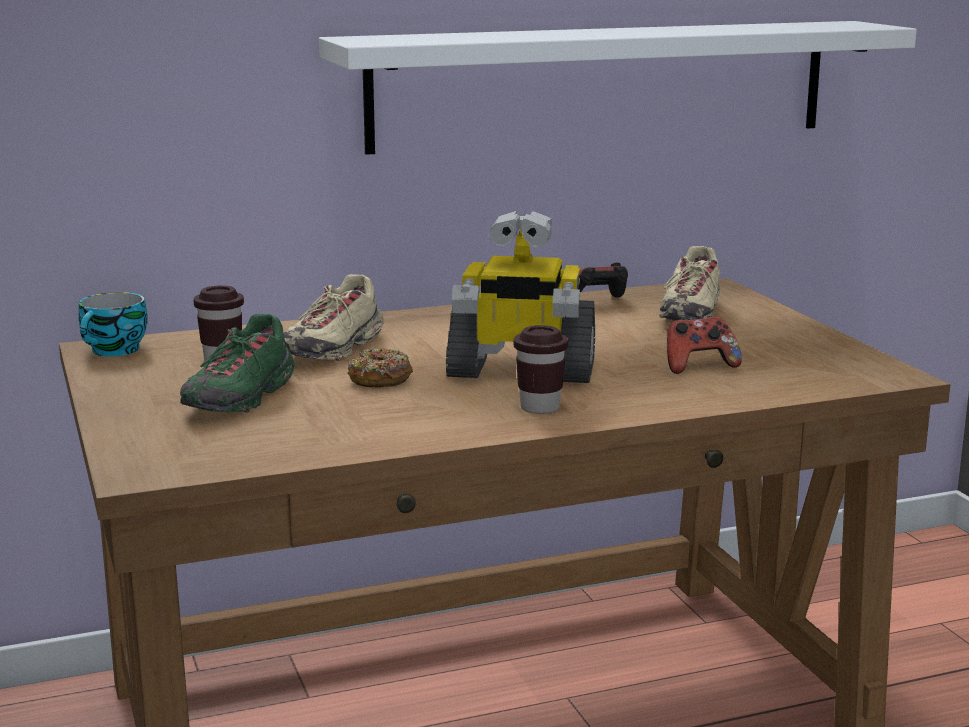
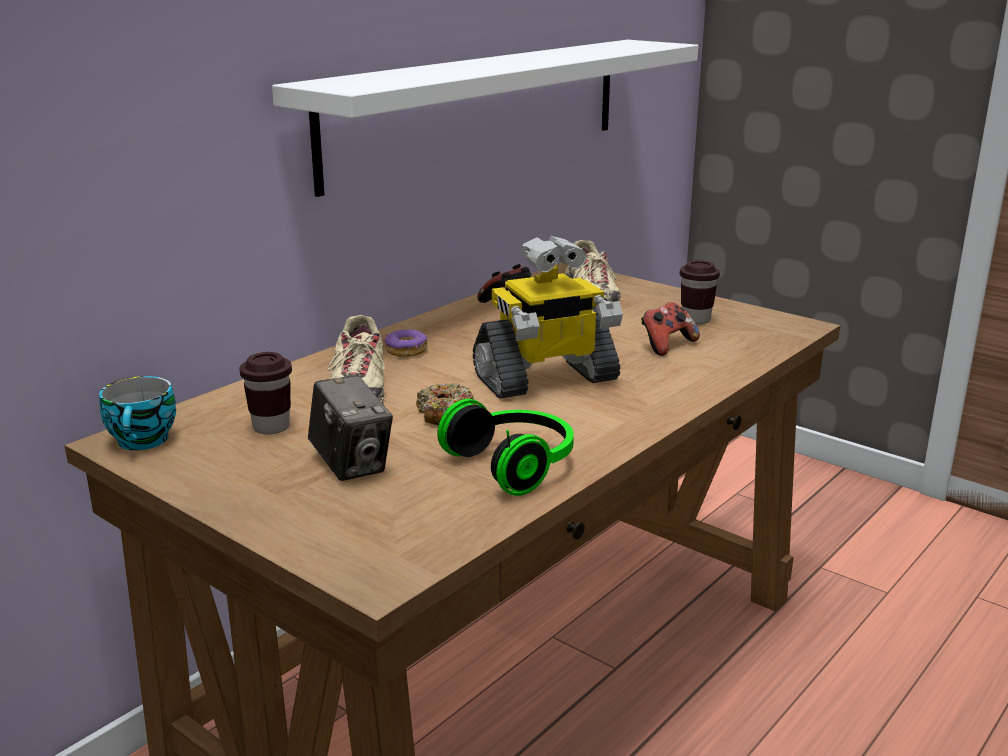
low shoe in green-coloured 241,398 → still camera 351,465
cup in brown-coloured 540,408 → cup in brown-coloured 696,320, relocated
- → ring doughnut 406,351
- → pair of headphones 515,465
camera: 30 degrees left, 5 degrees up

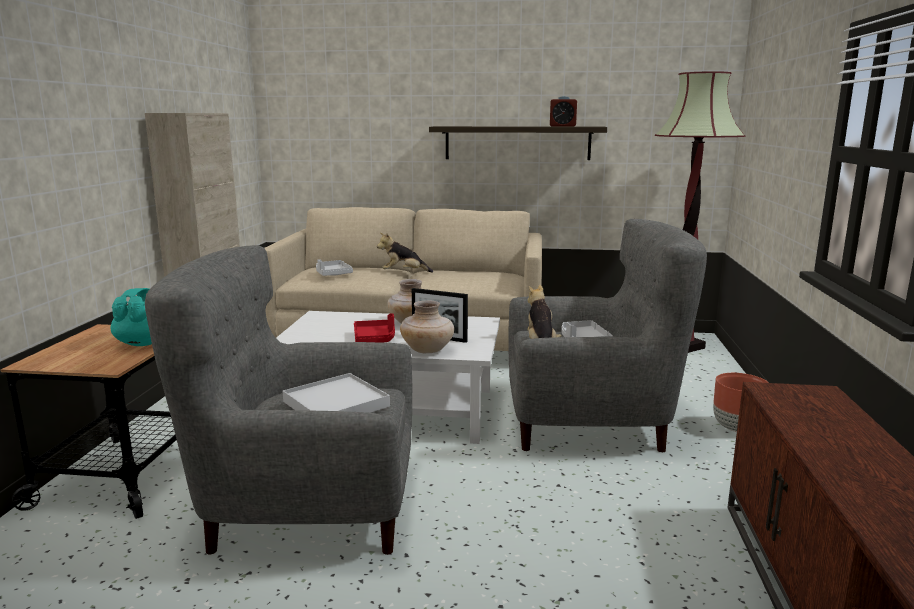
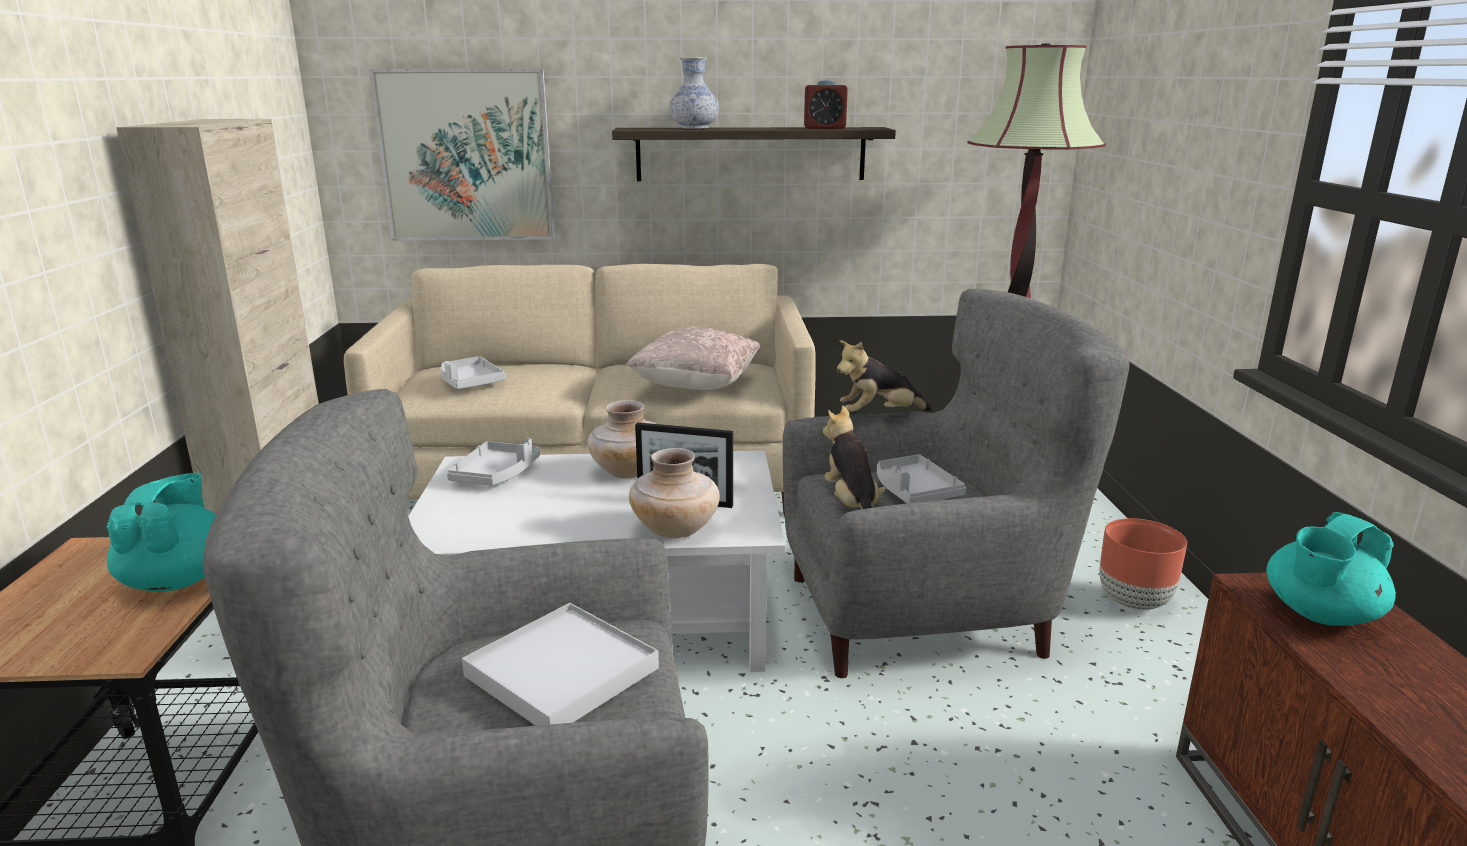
cuddly toy 403,273 → cuddly toy 879,415, relocated
carrying tray in red-coloured 375,339 → -
- → vase 694,128
- → wall art 466,156
- → pillow in beige 696,386
- → carrying tray in greyish 496,475
- → tea pot in blue-green 1319,614
camera: 10 degrees left, 5 degrees up

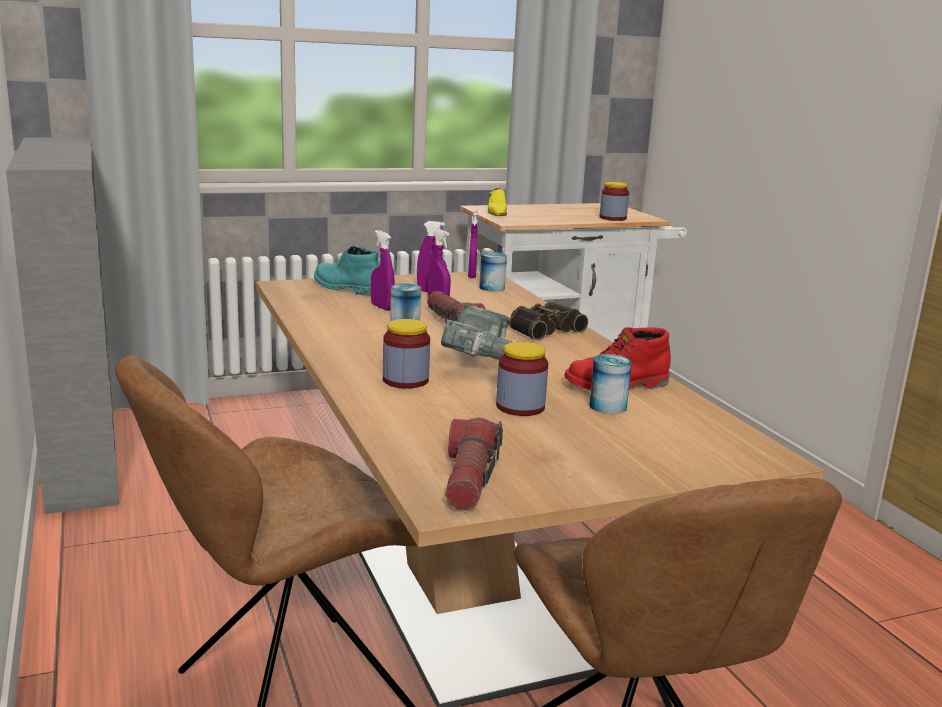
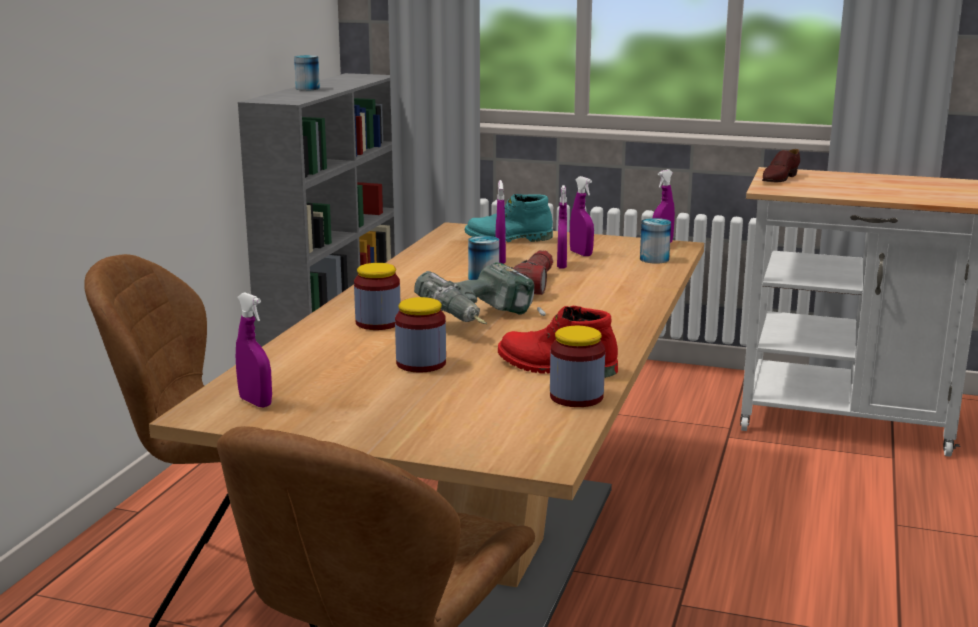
jar 612,218 → jar 576,397, relocated
low shoe in yellowish 496,213 → low shoe in brown-coloured 779,179
boot in blue-green 346,288 → boot in blue-green 508,239, 75 degrees counterclockwise
field glasses 543,329 → -
can 608,407 → can 307,88, relocated
torch 470,479 → hand sprayer in purple-coloured 255,402
camera: 40 degrees right, 0 degrees up

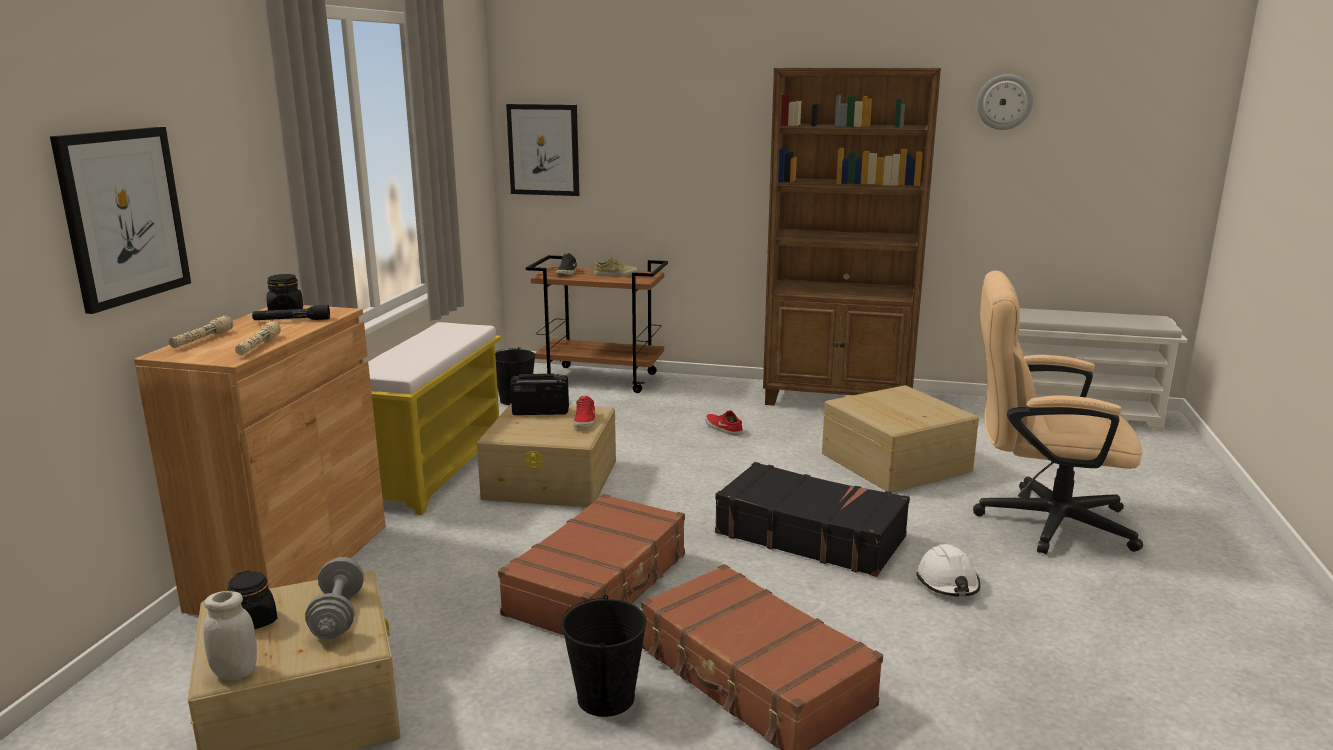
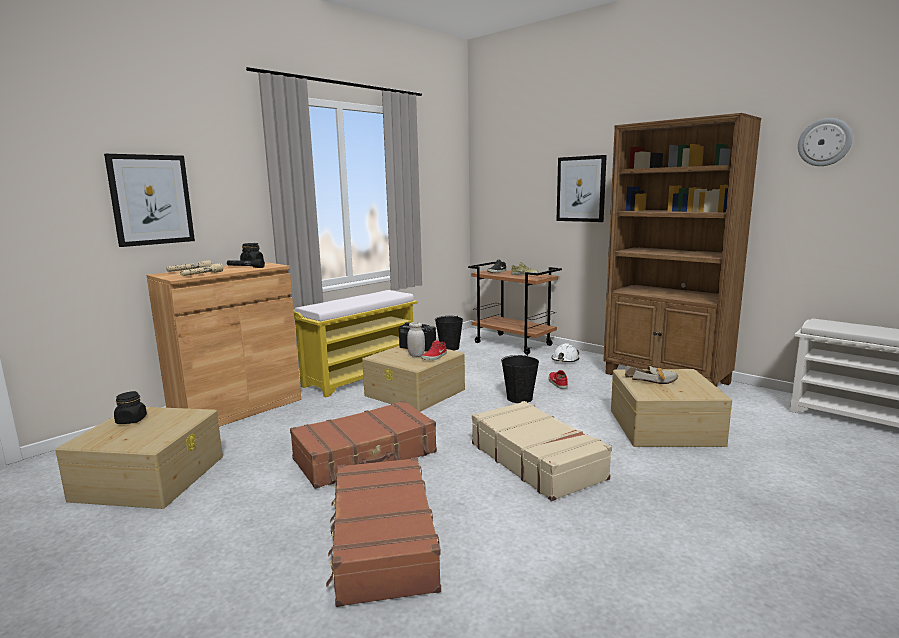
wall art 543,150 → wall art 581,189, relocated
desk chair in beige 1039,520 → -
travel case in black-coloured 810,535 → travel case in beige 537,460
work helmet in whitish 948,583 → work helmet in whitish 565,360, relocated
dumbbell in greyish 338,615 → -
jar in whitish 235,672 → jar in whitish 416,355, relocated
water bucket in black-coloured 606,697 → water bucket in black-coloured 520,398, relocated
- → low shoe 654,381
camera: 30 degrees right, 5 degrees down

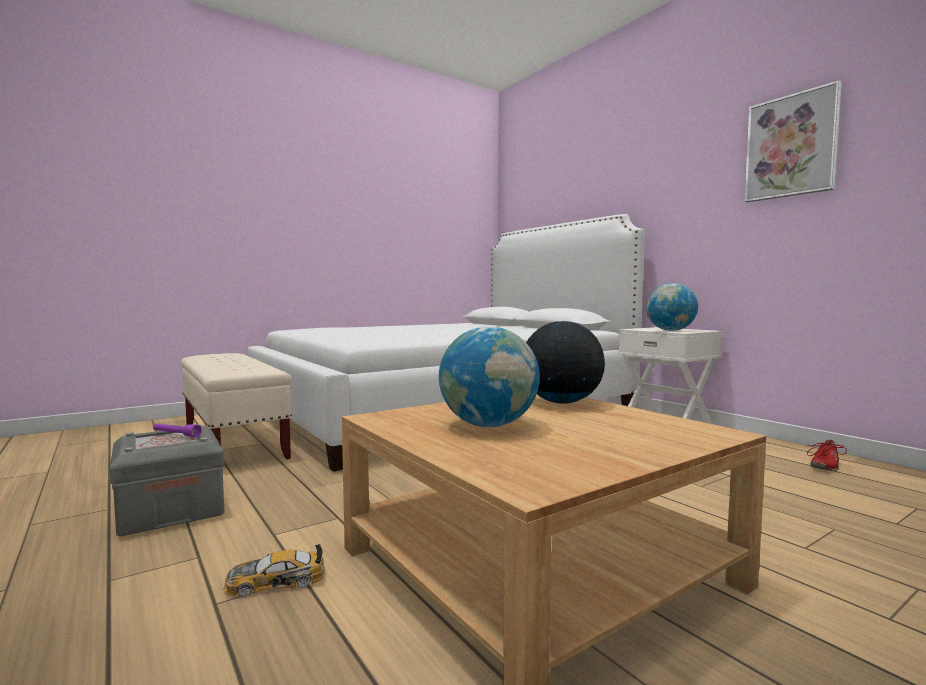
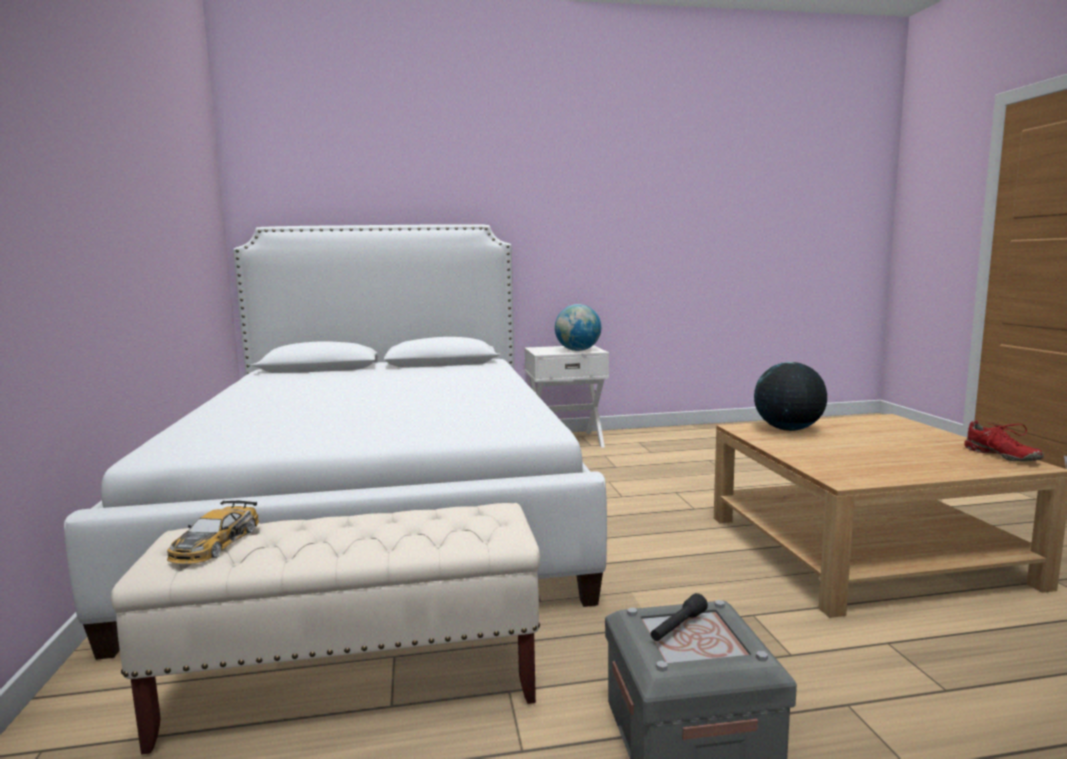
wall art 791,146 → -
globe 488,425 → -
torch in purple-coloured 176,435 → torch in black-coloured 678,627
low shoe in red-coloured 824,465 → low shoe in red-coloured 1001,456, relocated
toy car 276,581 → toy car 215,543, relocated
camera: 65 degrees left, 5 degrees up

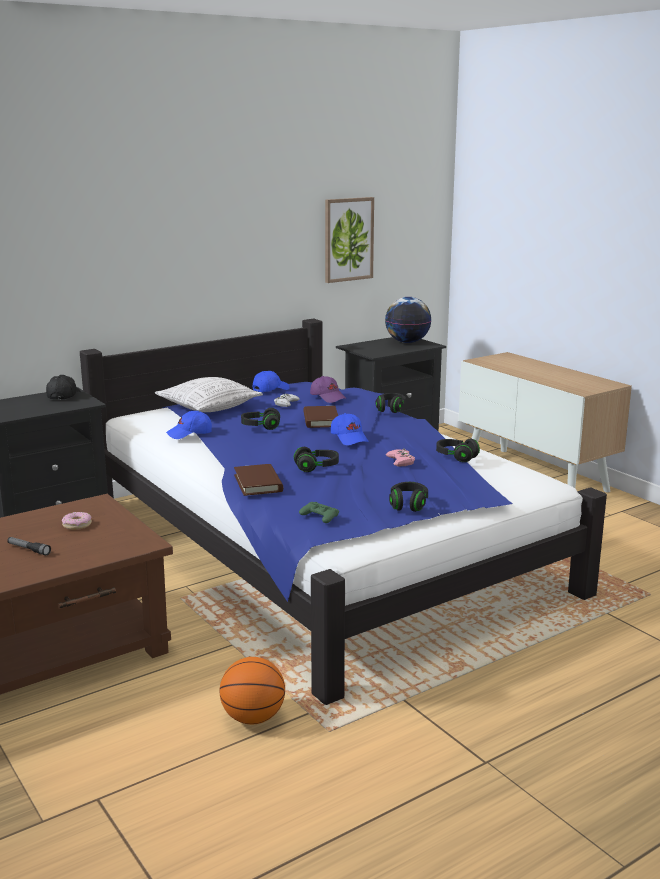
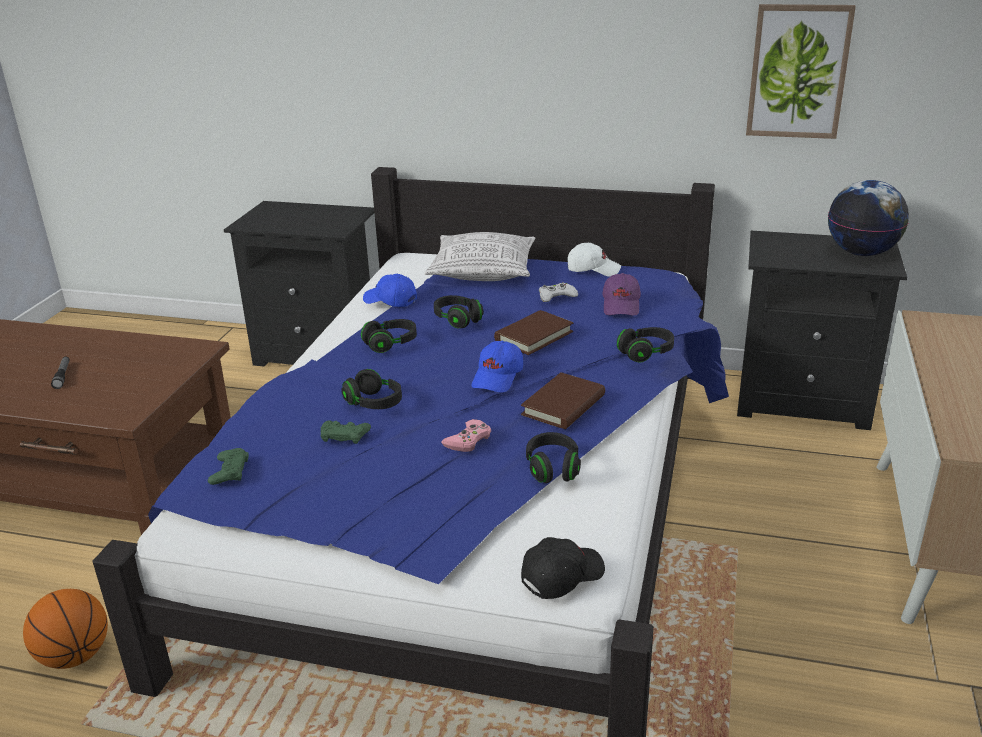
cap in bluish 270,389 → cap in whitish 593,269
cap in black-coloured 63,395 → cap in black-coloured 562,576, relocated
book in brown-coloured 258,483 → book in brown-coloured 563,405, relocated
pair of headphones in black-coloured 408,505 → pair of headphones in black-coloured 391,344, relocated
ring doughnut 77,525 → -
- → game controller in green-coloured 344,435
camera: 50 degrees right, 10 degrees up

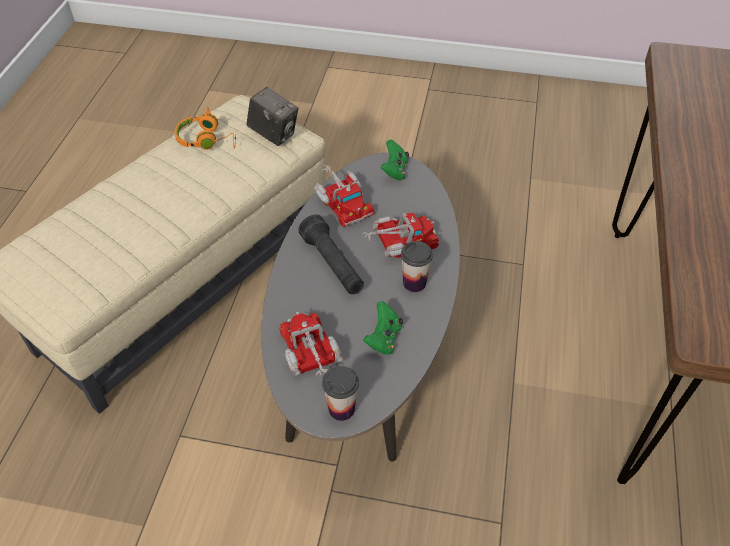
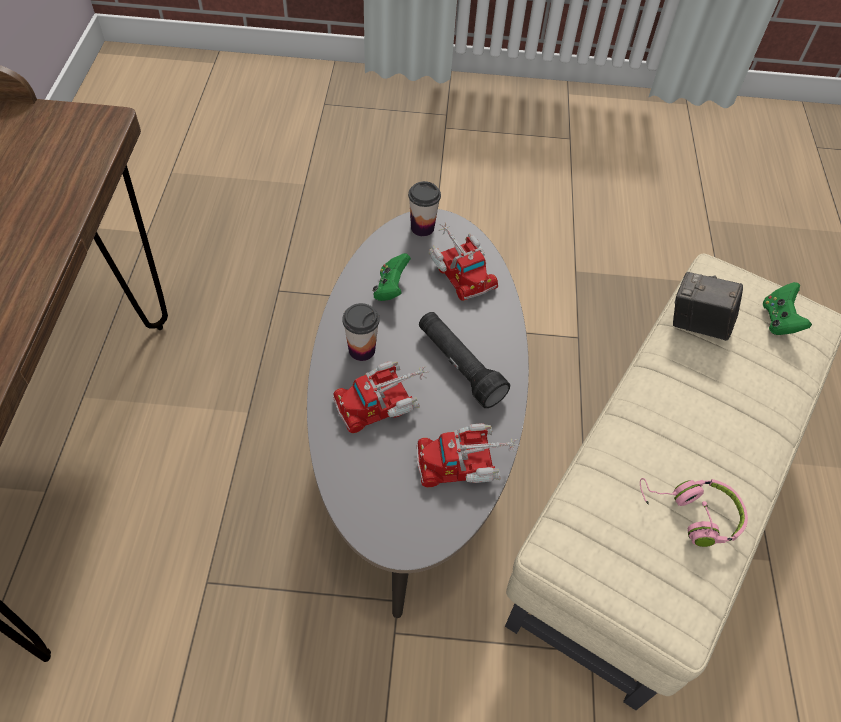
still camera 274,134 → still camera 697,324, relocated
pair of headphones in orange-coloured 207,140 → pair of headphones in pink-coloured 691,514
game controller in green-coloured 395,170 → game controller in green-coloured 779,320, relocated
model truck 342,201 → model truck 466,462, 60 degrees counterclockwise
camera: 170 degrees right, 5 degrees up

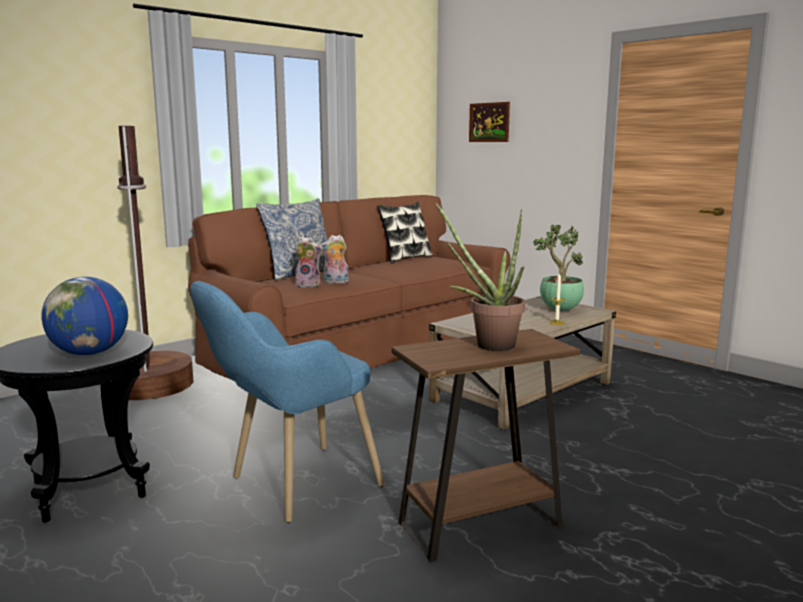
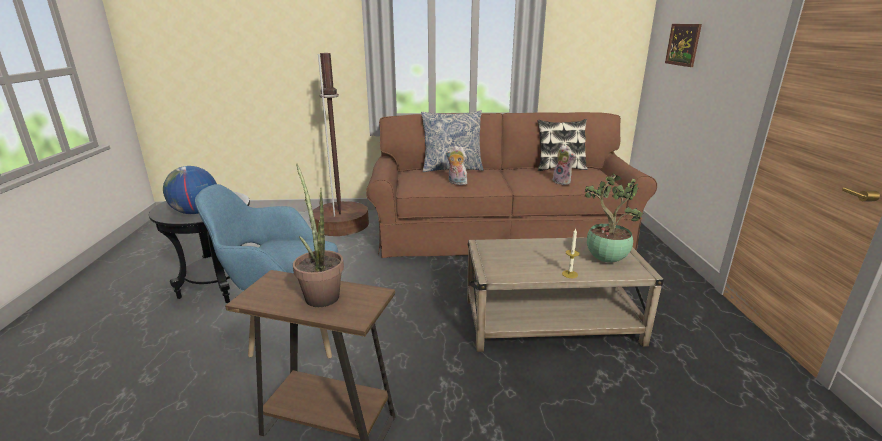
cuddly toy 309,285 → cuddly toy 562,182, relocated
camera: 40 degrees right, 10 degrees up

